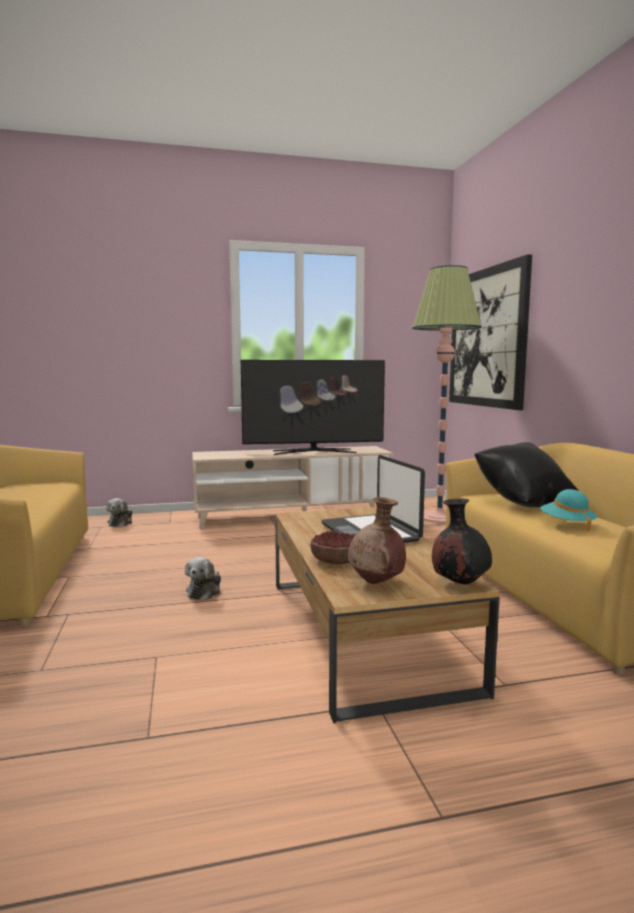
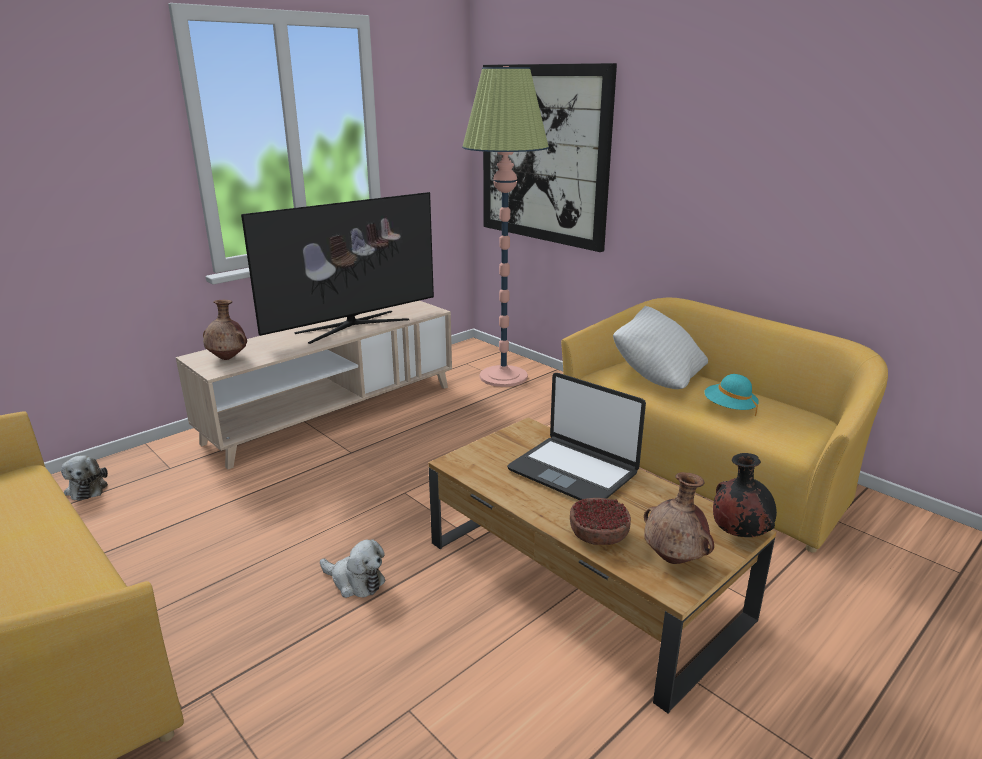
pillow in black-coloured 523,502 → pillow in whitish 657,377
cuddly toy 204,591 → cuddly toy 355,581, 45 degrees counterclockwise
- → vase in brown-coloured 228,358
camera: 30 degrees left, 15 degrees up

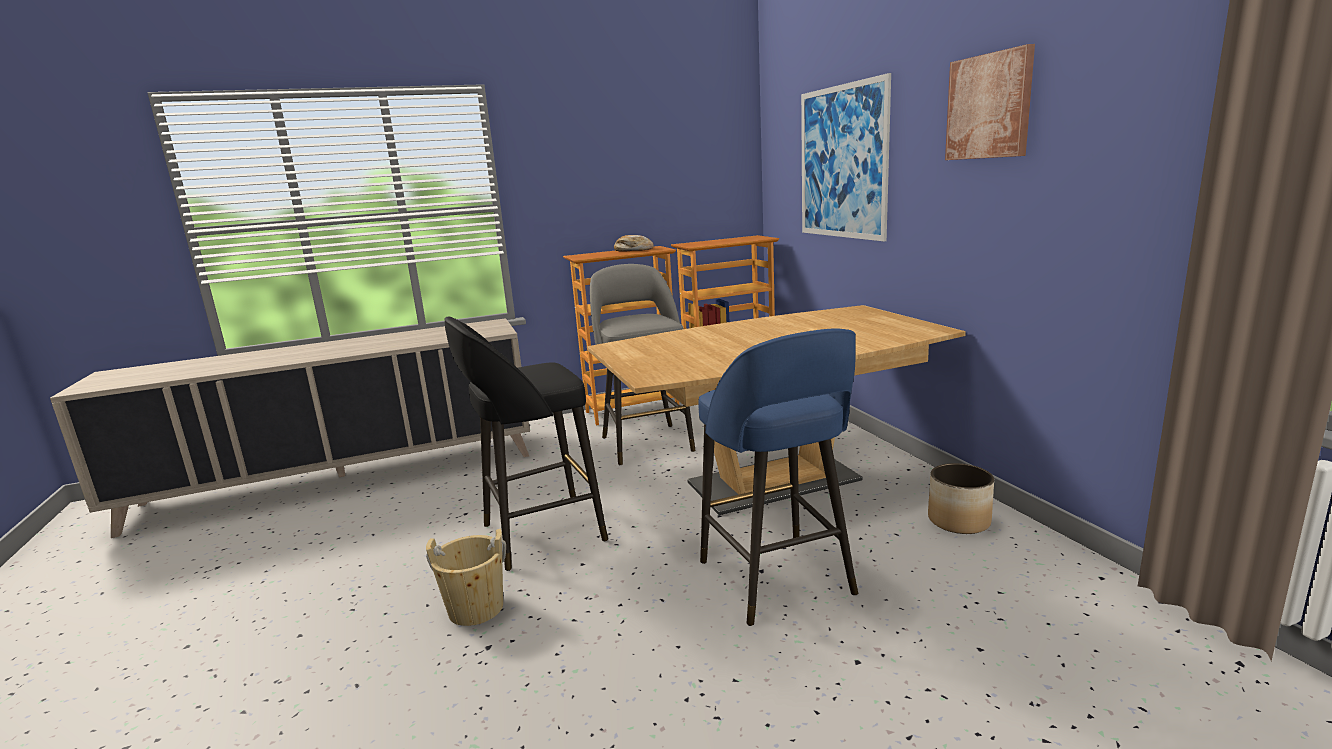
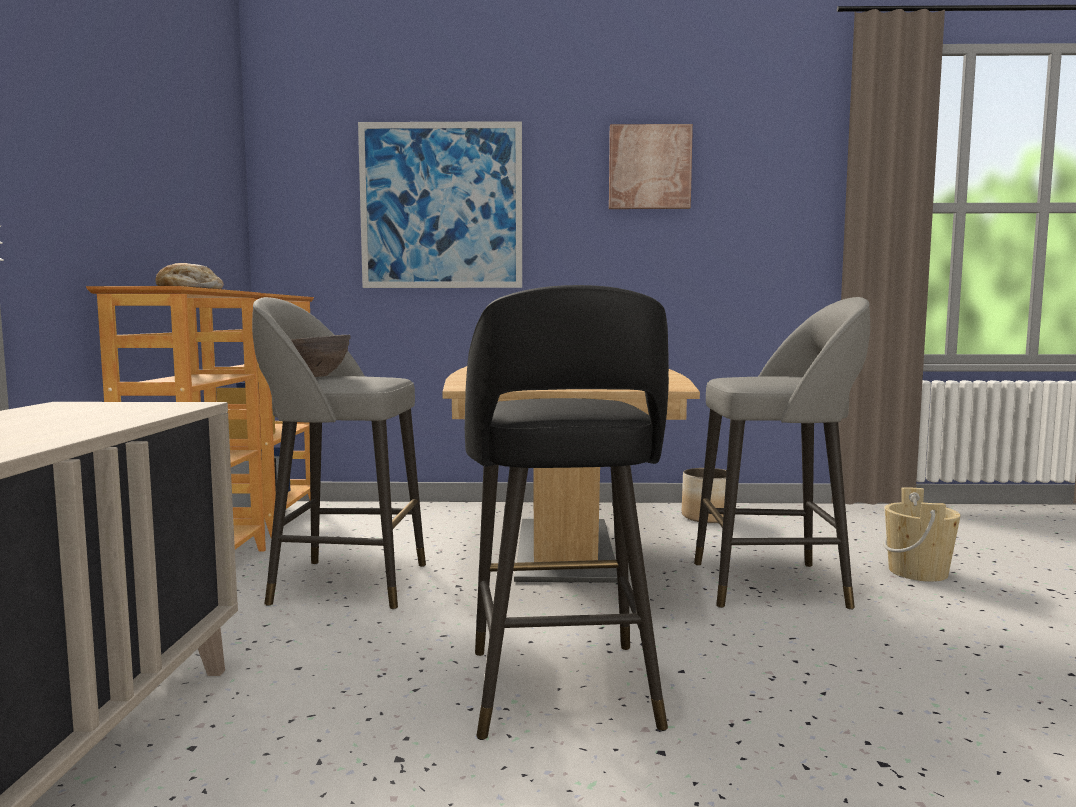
stool seat in bluish 777,580 → stool seat in greyish 773,585
water bucket in beige 476,608 → water bucket in beige 918,572, relocated
- → bowl in brown-coloured 316,377
camera: 70 degrees left, 10 degrees down

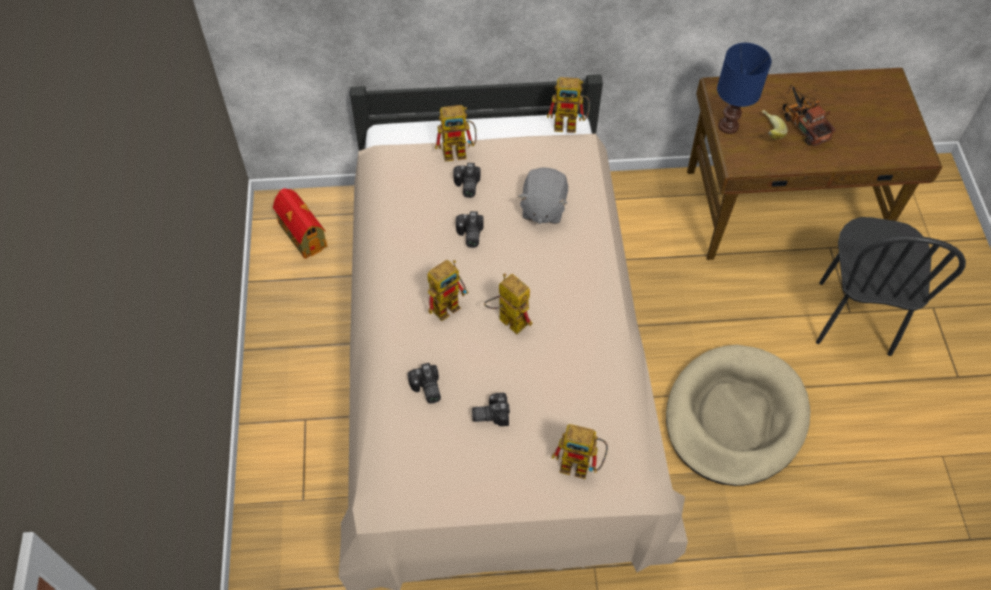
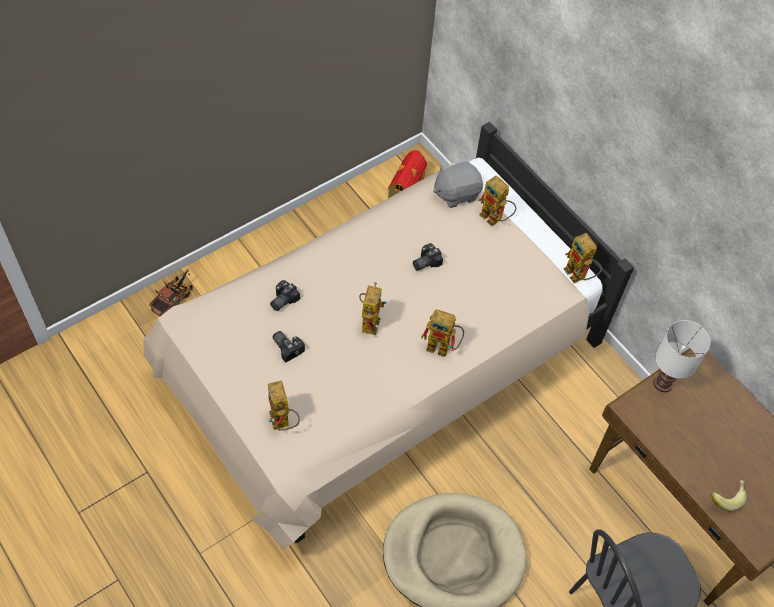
tabletop lamp in bluish 729,126 → tabletop lamp in whitish 663,384
model truck 802,124 → model truck 174,298, relocated
banana 767,132 → banana 725,497, relocated
still camera 466,186 → -
cuddly toy in greyish 542,208 → cuddly toy in greyish 456,193, relocated
toy robot 449,303 → toy robot 443,347, relocated
camera: 55 degrees right, 0 degrees up

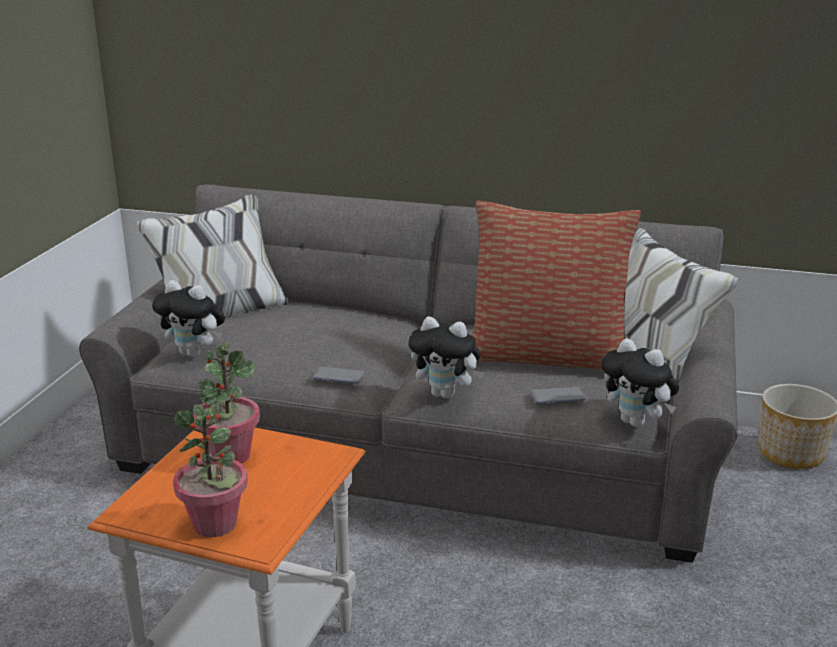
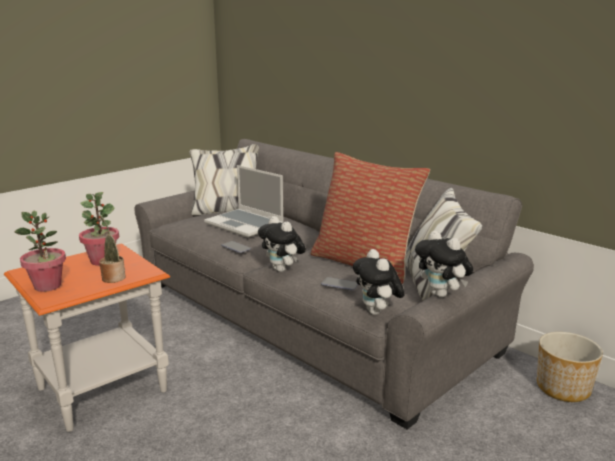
cuddly toy 194,353 → cuddly toy 442,294, relocated
- → laptop 245,224
- → houseplant 113,277
camera: 30 degrees right, 5 degrees down

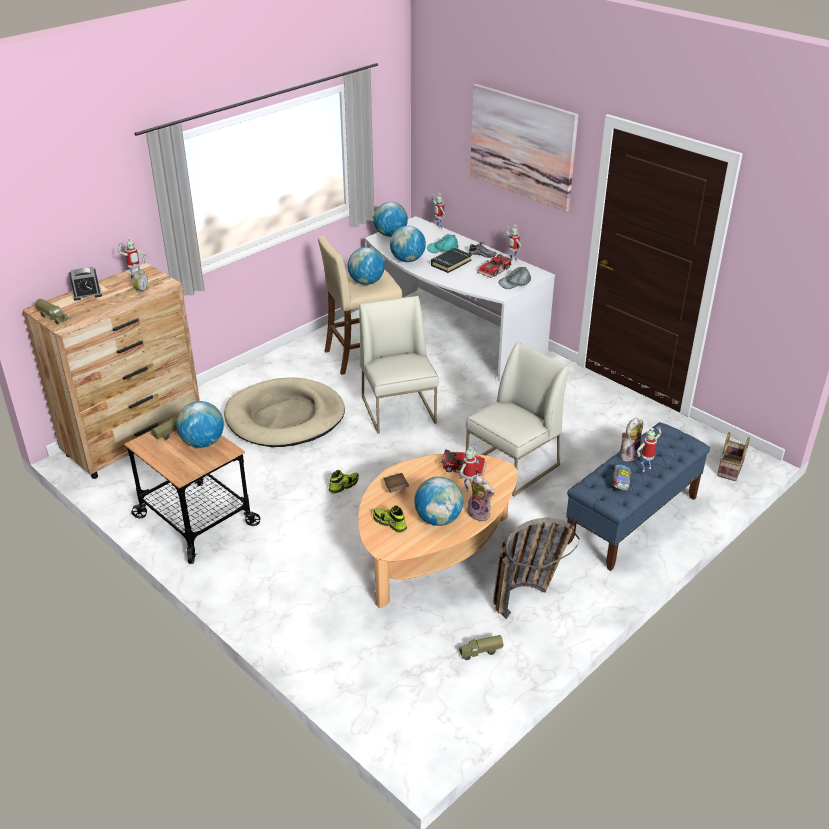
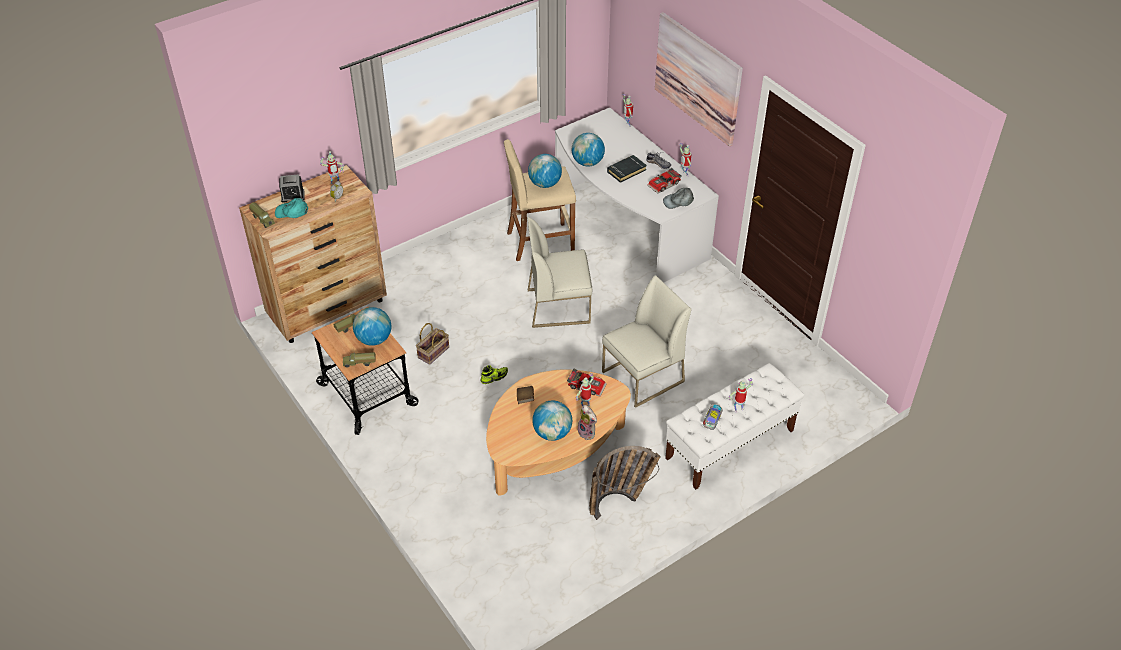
globe 390,235 → -
cap in blue-green 442,248 → cap in blue-green 291,211, relocated
plain chair in whitish 399,410 → plain chair in whitish 559,306, 90 degrees counterclockwise
dog cushion in beige 285,417 → -
cuddly toy 628,454 → -
bench in bluish 631,520 → bench in whitish 729,444
household basket 730,469 → household basket 433,353, relocated
low shoe 389,523 → -
model truck 481,652 → model truck 359,363, relocated
camera: 10 degrees right, 10 degrees up

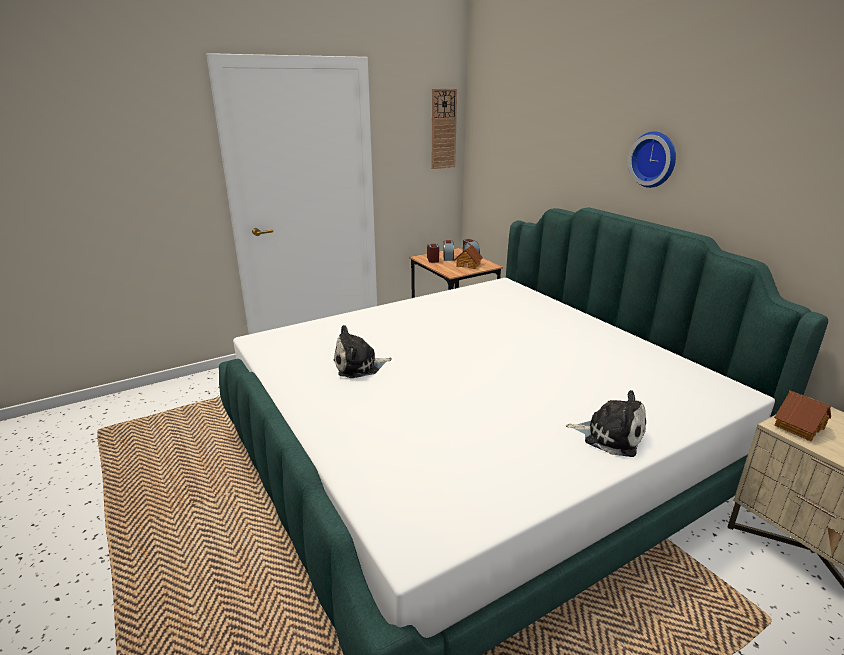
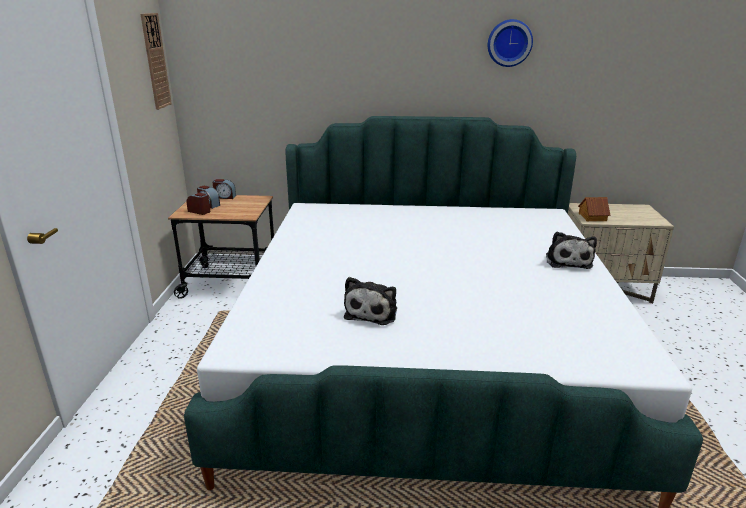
hanging clock 654,159 → hanging clock 509,43, relocated
miniature house 468,265 → -
cuddly toy 610,435 → cuddly toy 568,261, 120 degrees clockwise
camera: 55 degrees left, 0 degrees up

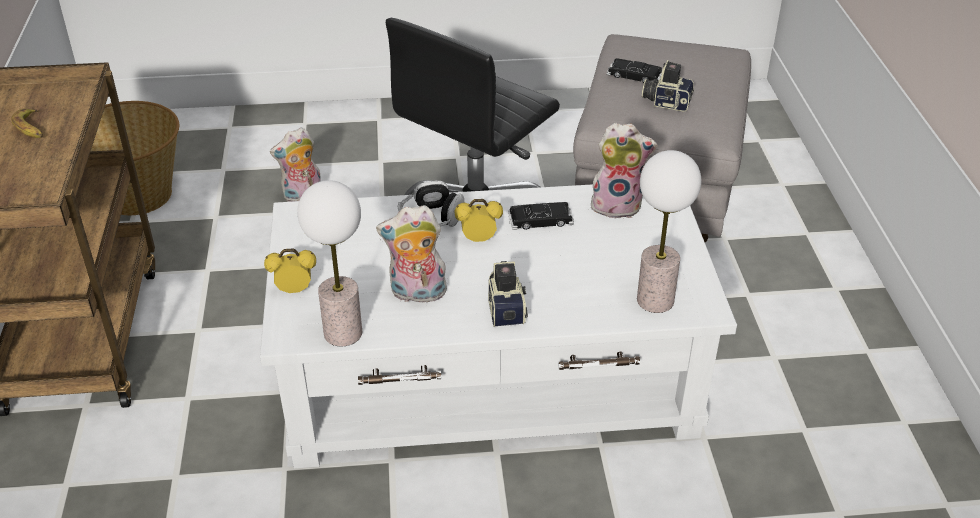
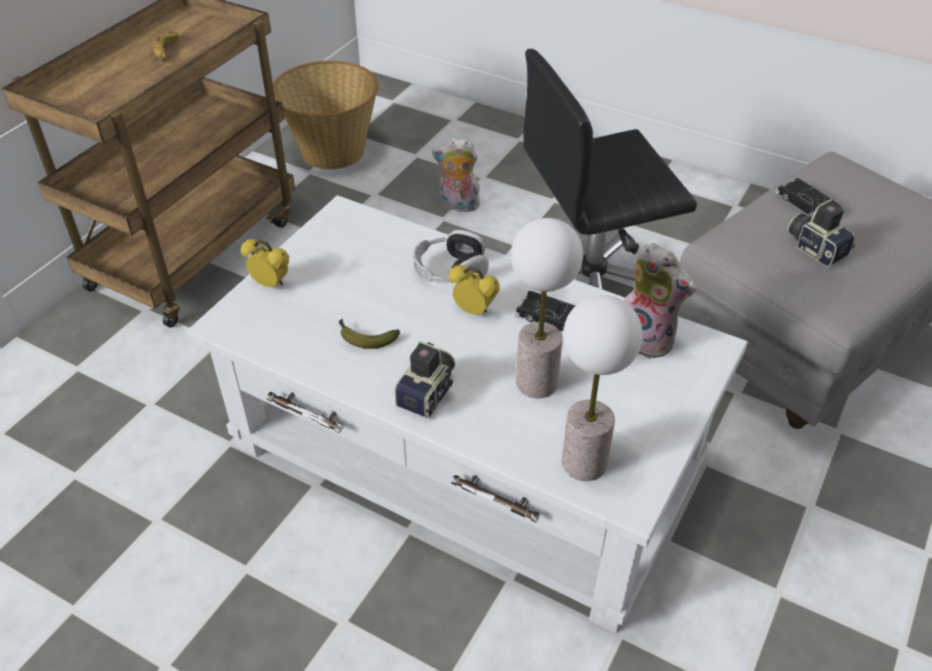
tabletop lamp 342,333 → tabletop lamp 536,382, relocated
cuddly toy 416,294 → banana 364,338
camera: 35 degrees right, 5 degrees up

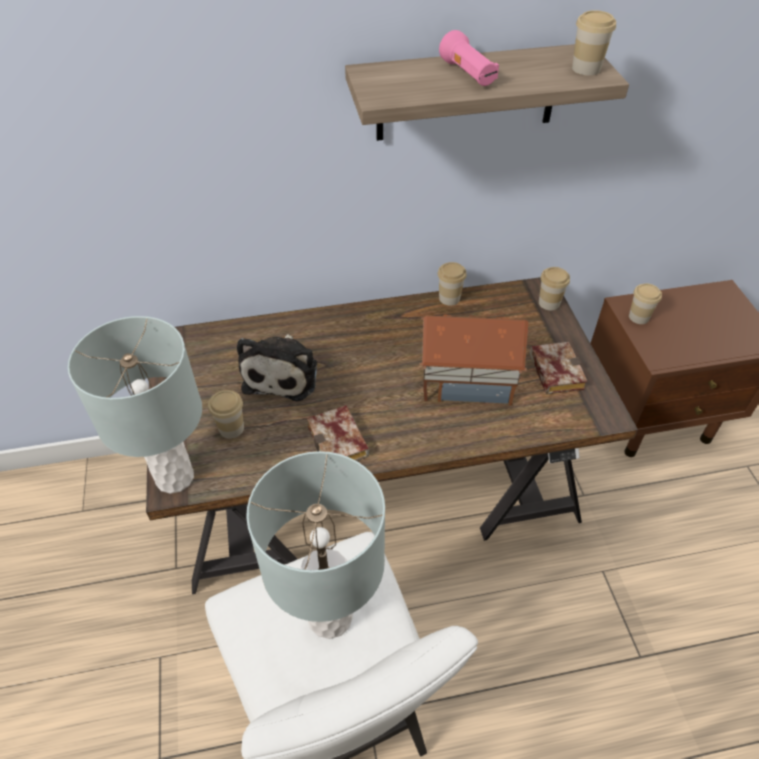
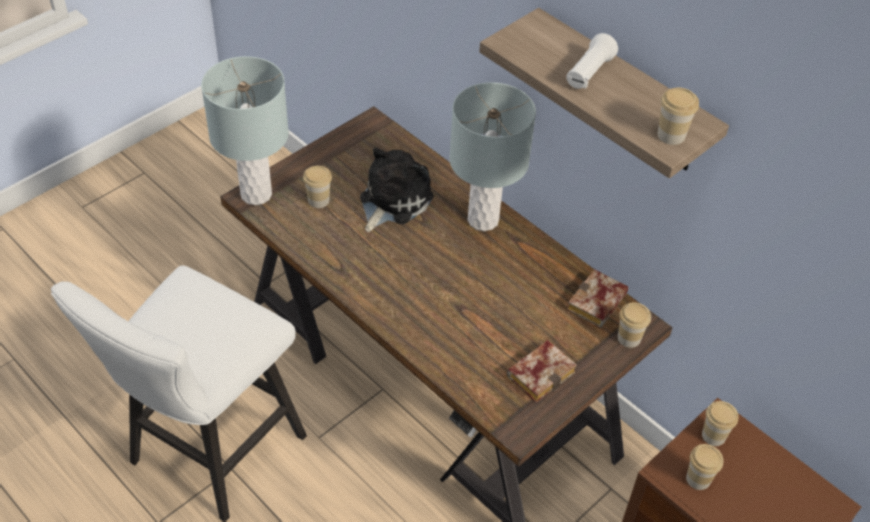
torch in pink-coloured 468,75 → torch in whitish 588,73
cup 449,298 → cup 698,479, relocated
miniature house 466,381 → -
cuddly toy 282,373 → cuddly toy 392,200, 150 degrees clockwise
book 340,443 → book 597,305, relocated
tabletop lamp in greyish 331,616 → tabletop lamp in greyish 483,220, relocated
camera: 55 degrees right, 0 degrees up

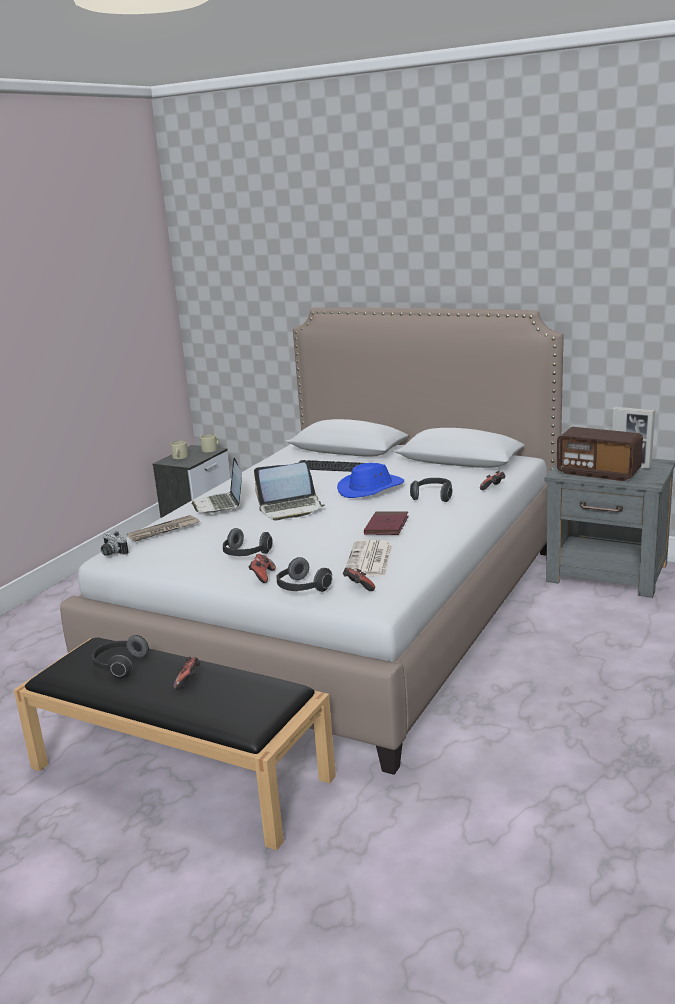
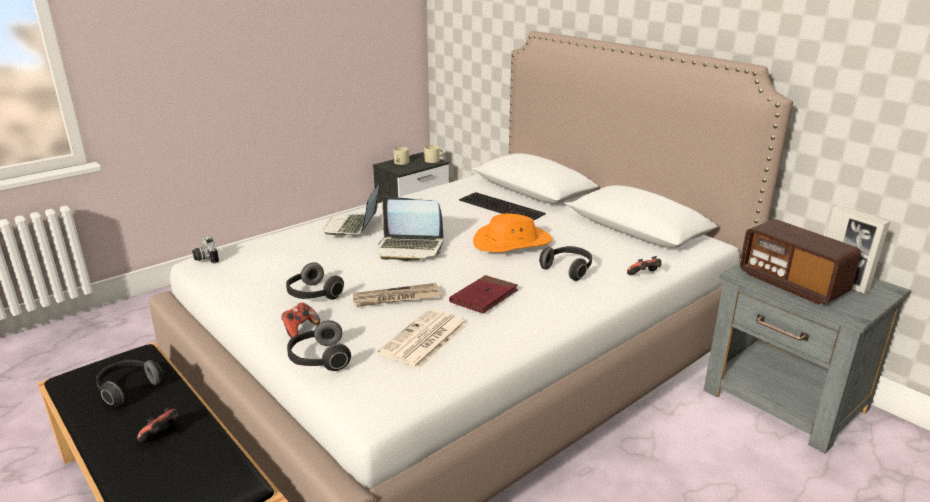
wearable hat in bluish 371,488 → wearable hat in orange-coloured 512,242
printed paper 163,531 → printed paper 396,298, relocated
game controller 358,588 → -
camera: 20 degrees right, 5 degrees up

